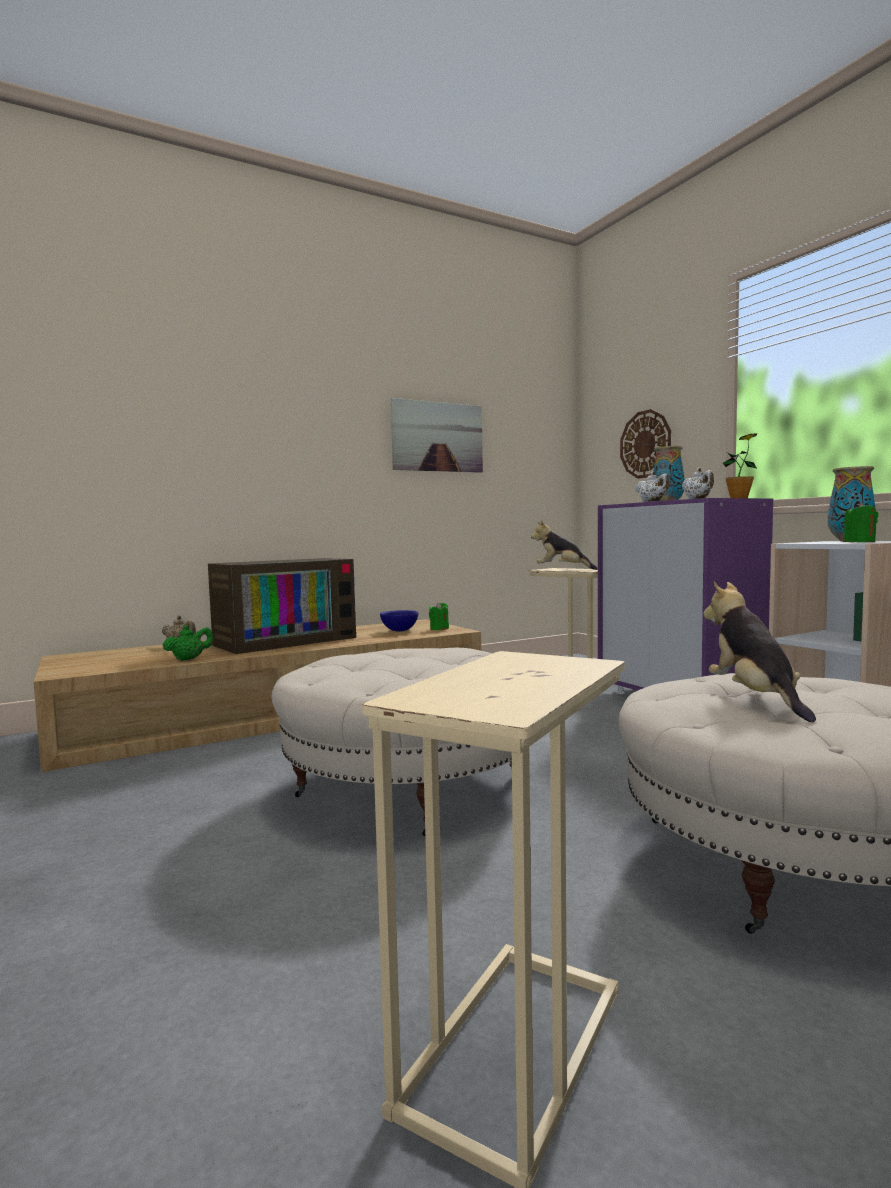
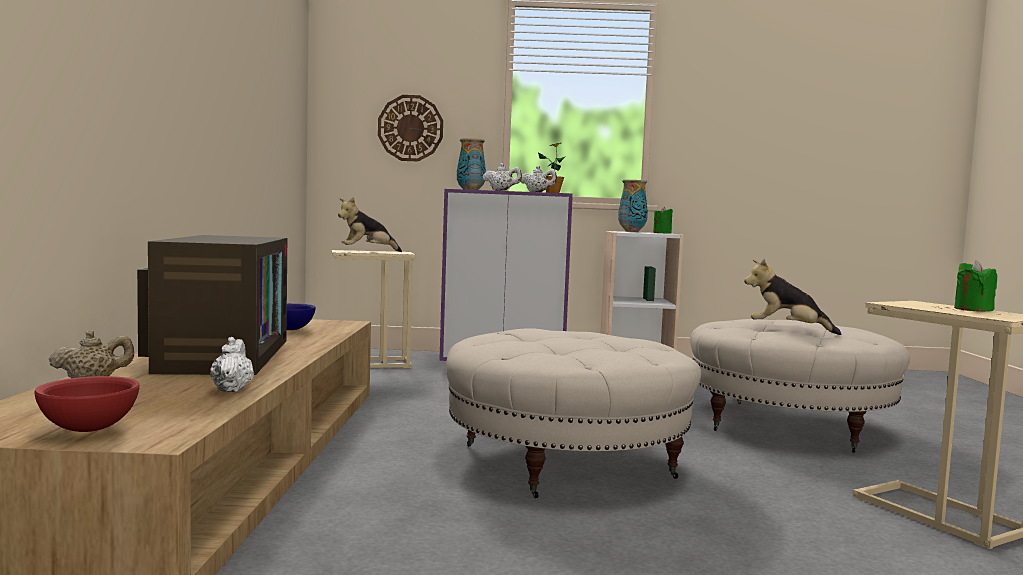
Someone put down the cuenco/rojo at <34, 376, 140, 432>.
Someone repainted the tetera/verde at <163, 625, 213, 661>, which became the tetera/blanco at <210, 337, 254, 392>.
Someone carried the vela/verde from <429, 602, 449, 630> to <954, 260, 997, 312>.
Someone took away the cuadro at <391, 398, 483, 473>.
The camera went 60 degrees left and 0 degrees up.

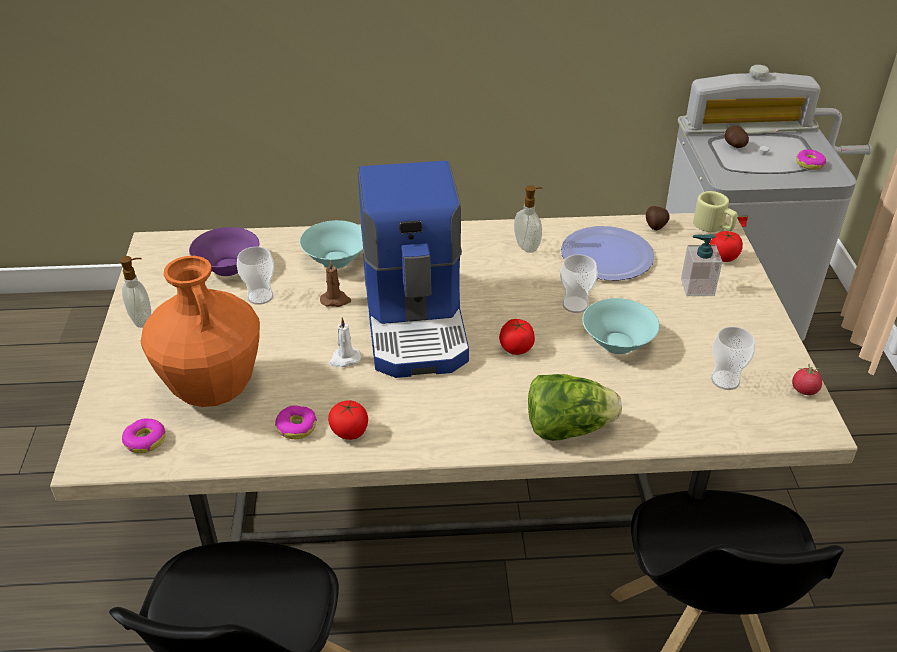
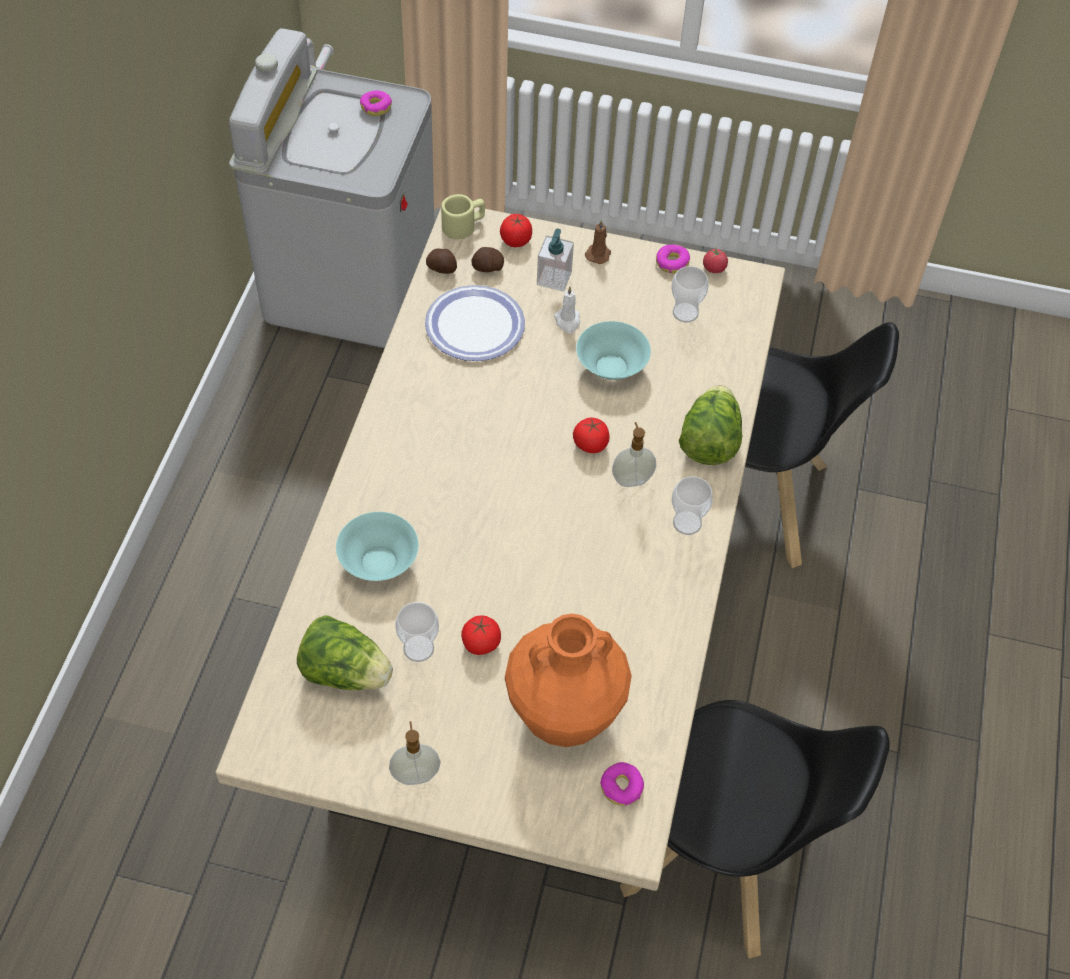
Someone swapped the cuenco/morado at <189, 227, 259, 276> for the lechuga at <297, 615, 393, 690>.
Someone carried the tomate from <328, 400, 368, 440> to <461, 616, 501, 655>.
Someone carried the patata from <725, 126, 749, 148> to <472, 247, 504, 272>.
Someone carried the vela/blanco from <329, 317, 361, 367> to <554, 287, 580, 333>.
Someone carried the vela/marrón from <320, 260, 351, 307> to <585, 219, 611, 264>.
Someone carried the dispensador de jabón from <514, 185, 542, 253> to <612, 422, 656, 487>.
Someone carried the rosquilla from <275, 405, 317, 439> to <656, 245, 690, 273>.
Someone carried the taza from <560, 254, 598, 313> to <672, 476, 713, 535>.
Someone took away the cafetera at <358, 161, 469, 378>.
The camera went 75 degrees left and 15 degrees up.

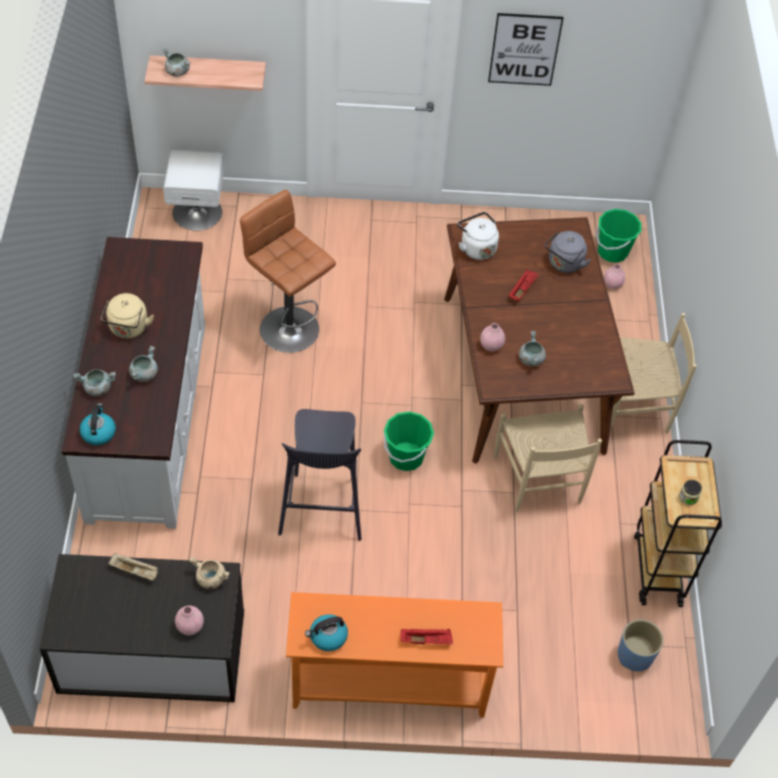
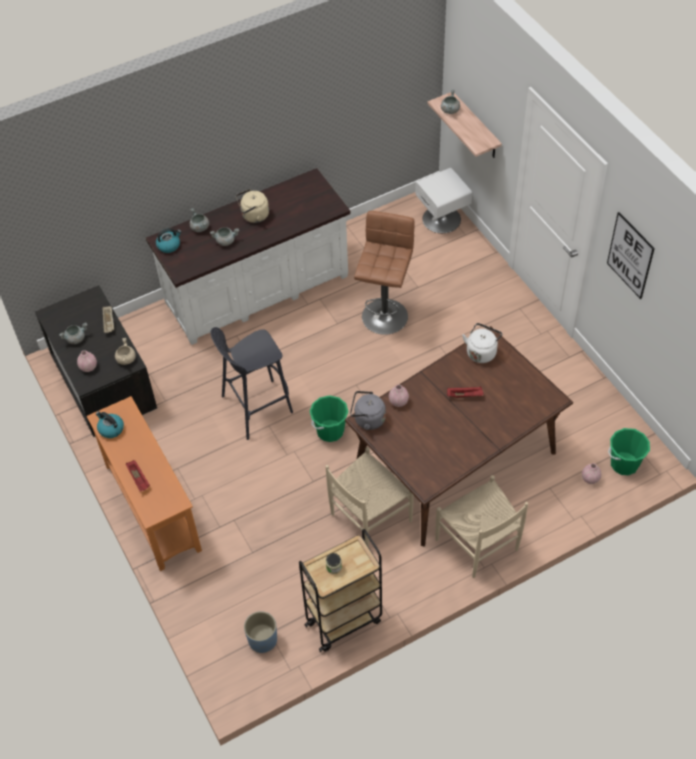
Someone carried the olla/gris from <519, 331, 546, 366> to <59, 322, 87, 344>.
Someone carried the hervidor/gris from <545, 231, 591, 273> to <350, 391, 386, 430>.
The camera went 65 degrees right and 0 degrees up.

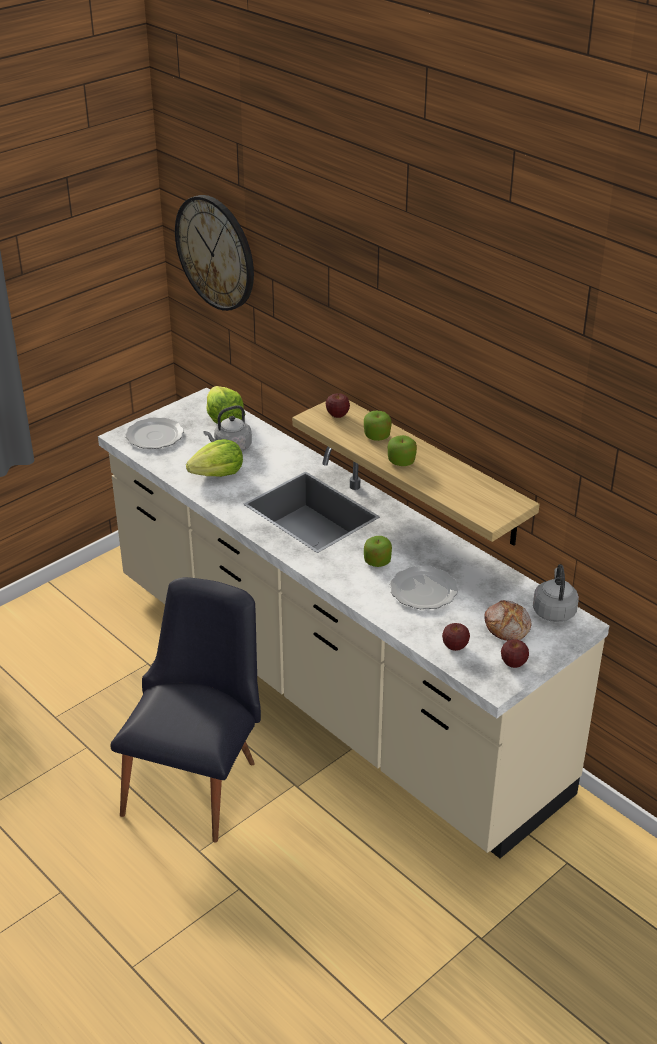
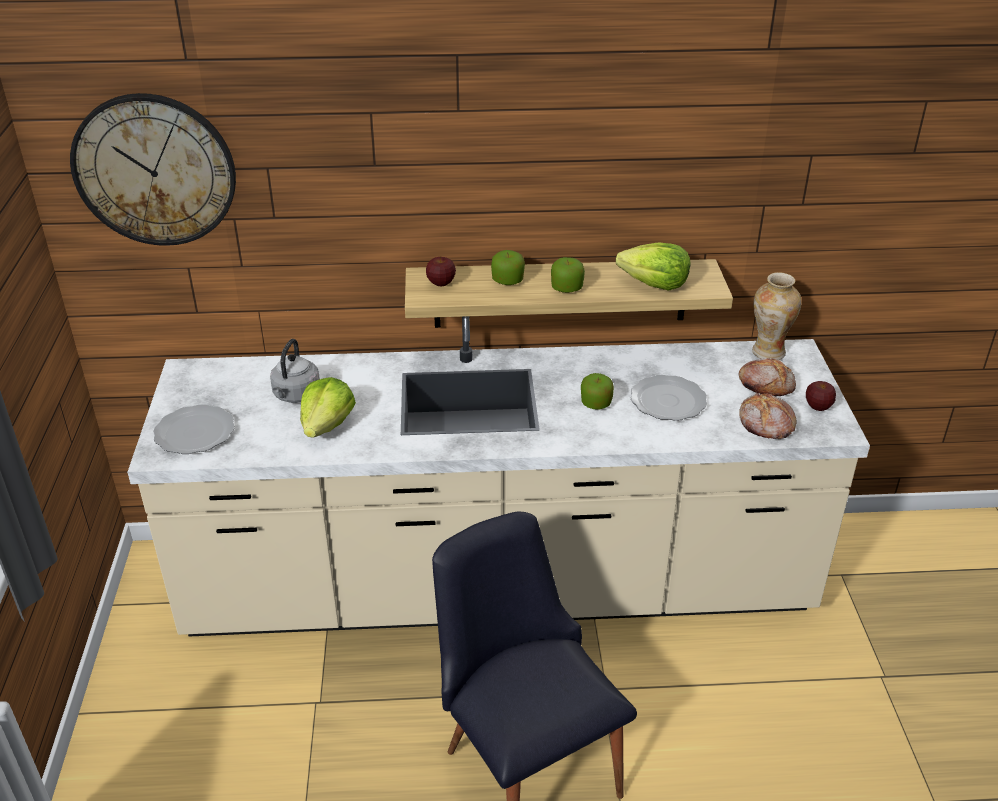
Someone carried the lechuga from <206, 386, 244, 424> to <616, 242, 691, 291>.
Someone swapped the manzana at <442, 623, 470, 651> for the pan at <739, 393, 797, 439>.
Someone swapped the hervidor/gris at <533, 564, 579, 622> for the florero at <752, 272, 802, 360>.
The camera went 50 degrees left and 0 degrees up.

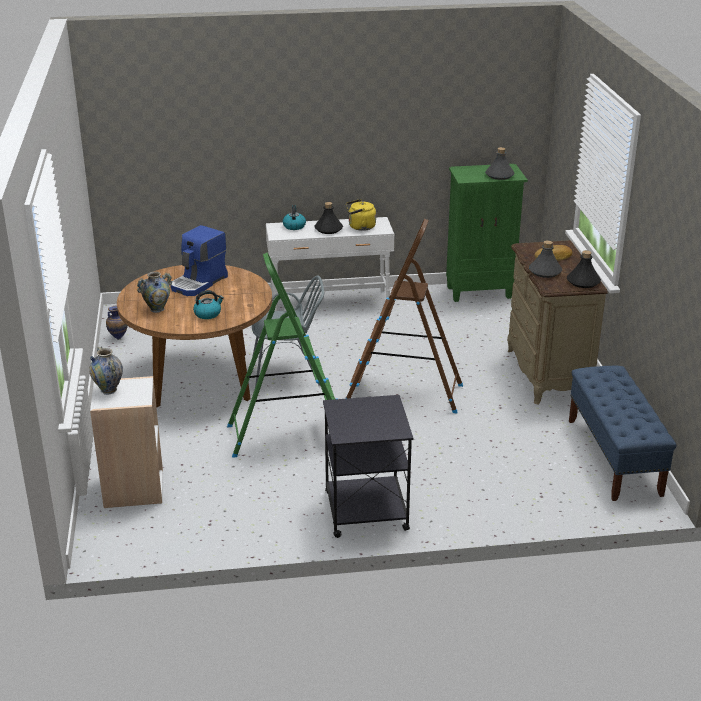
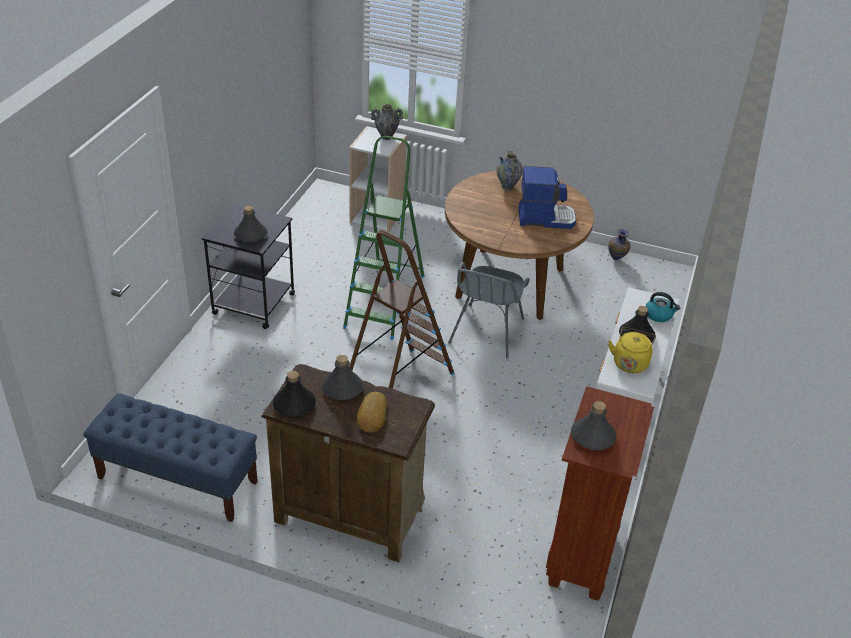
Someone put down the botella/gris at <234, 206, 267, 243>.
Someone rotated the cafetera at <170, 225, 228, 296> by 120 degrees clockwise.
Someone repainted the armario/verde at <446, 164, 528, 302>, which became the armario/marrón at <546, 386, 654, 601>.
Someone took away the hervidor at <193, 290, 224, 319>.
The camera went 115 degrees right and 10 degrees up.

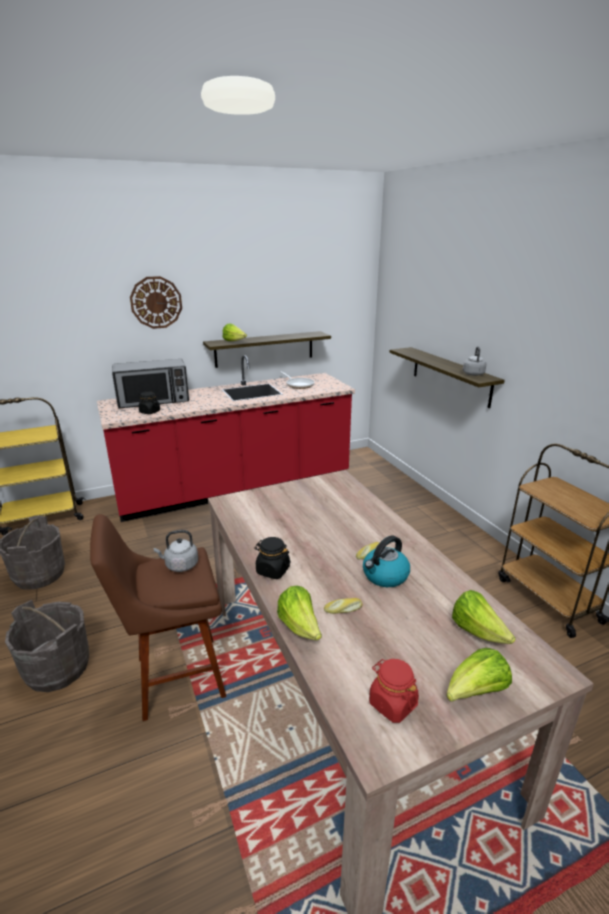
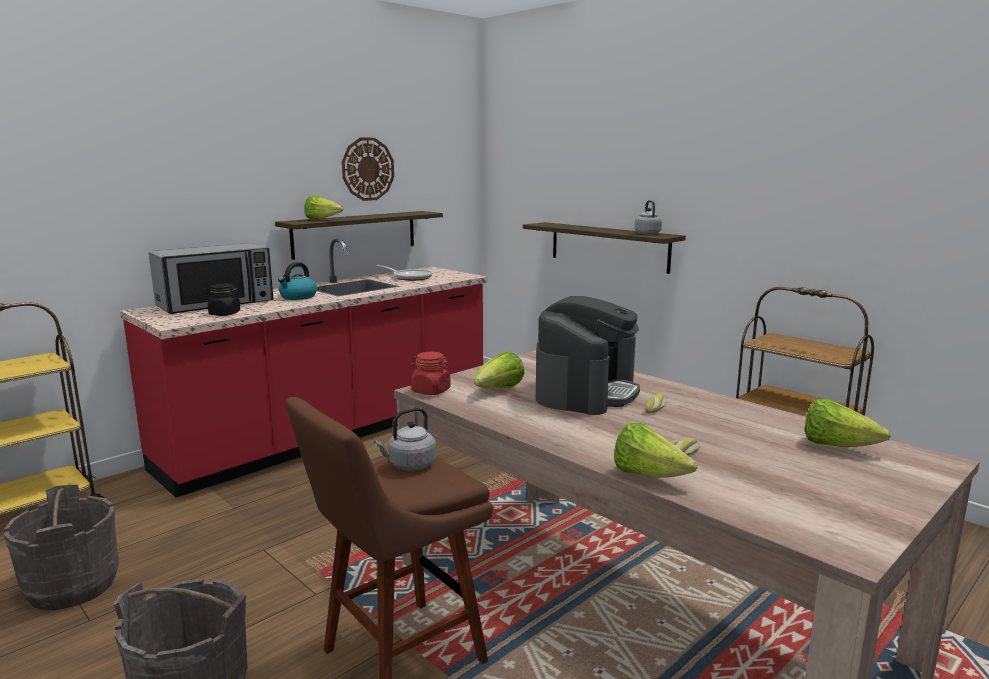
Someone carried the hervidor from <363, 535, 410, 587> to <278, 262, 317, 300>.
Someone carried the reloj de pared from <130, 276, 182, 329> to <342, 137, 394, 201>.
Someone carried the tarro/rojo from <369, 659, 419, 723> to <411, 352, 450, 395>.
Someone carried the lechuga from <446, 648, 512, 702> to <474, 352, 525, 388>.
Someone put down the cafetera at <536, 296, 640, 415>.
Someone took away the tarro/negro at <254, 537, 290, 579>.
The camera went 20 degrees left and 10 degrees down.

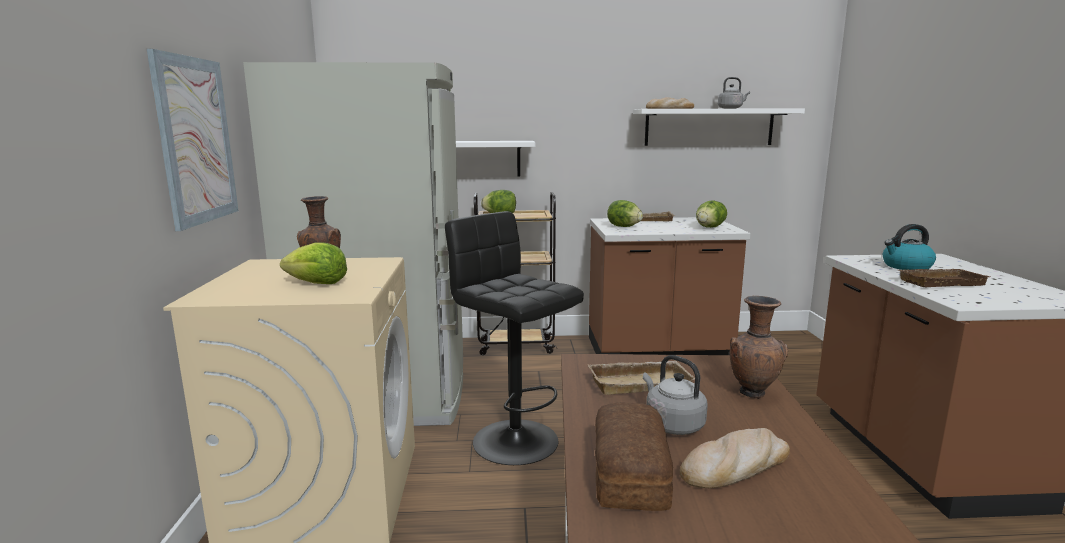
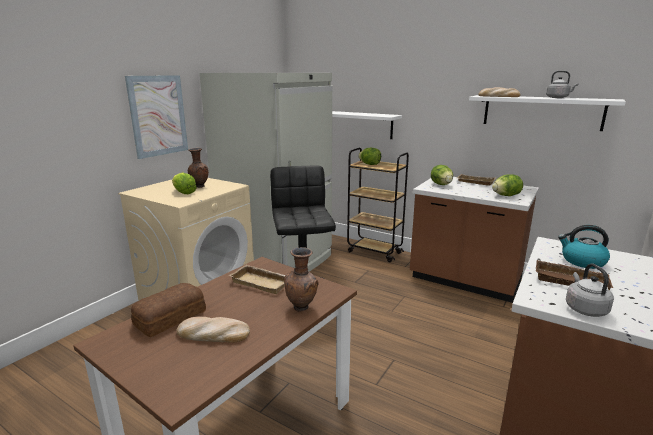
Someone carried the hervidor/gris from <643, 355, 708, 435> to <566, 264, 614, 317>.
The camera went 35 degrees right and 5 degrees up.

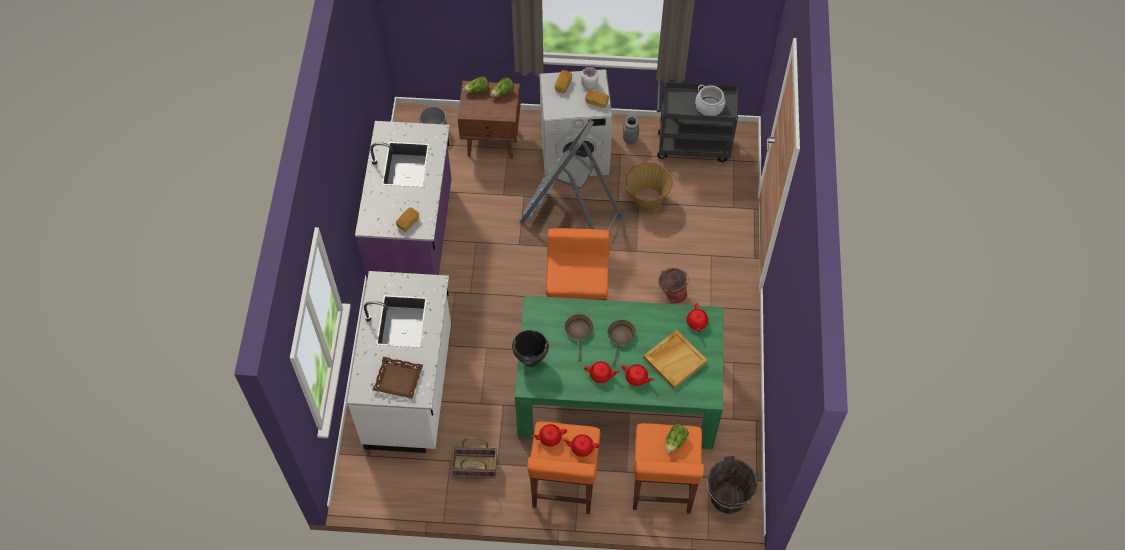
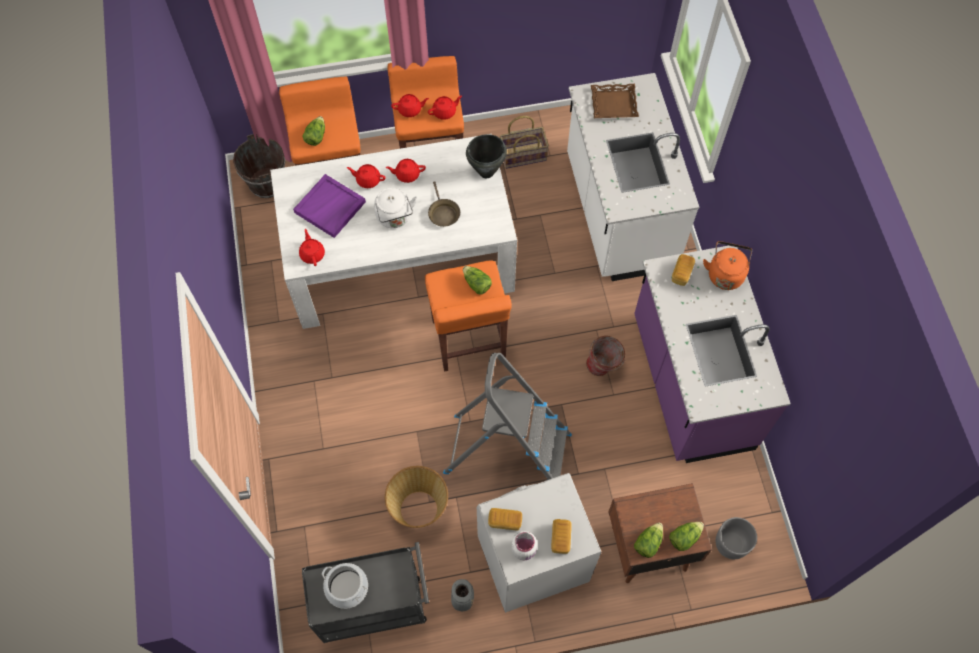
Someone repainted the mesa de comedor/verde at <515, 296, 723, 449>, which became the mesa de comedor/blanco at <270, 134, 517, 329>.
Someone repainted the bandeja/beis at <643, 330, 708, 389>, which became the bandeja/morado at <293, 174, 366, 238>.
Someone swapped the sartén/marrón at <608, 320, 636, 366> for the hervidor/blanco at <374, 188, 417, 228>.
Someone put down the lechuga at <463, 266, 492, 295>.
Someone carried the cubo from <659, 268, 689, 303> to <586, 336, 625, 376>.
Someone put down the hervidor/naranja at <703, 241, 752, 290>.
The camera went 165 degrees right and 5 degrees up.

